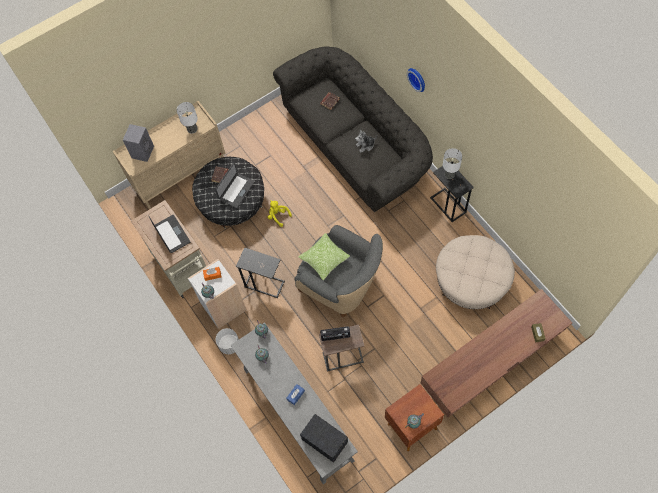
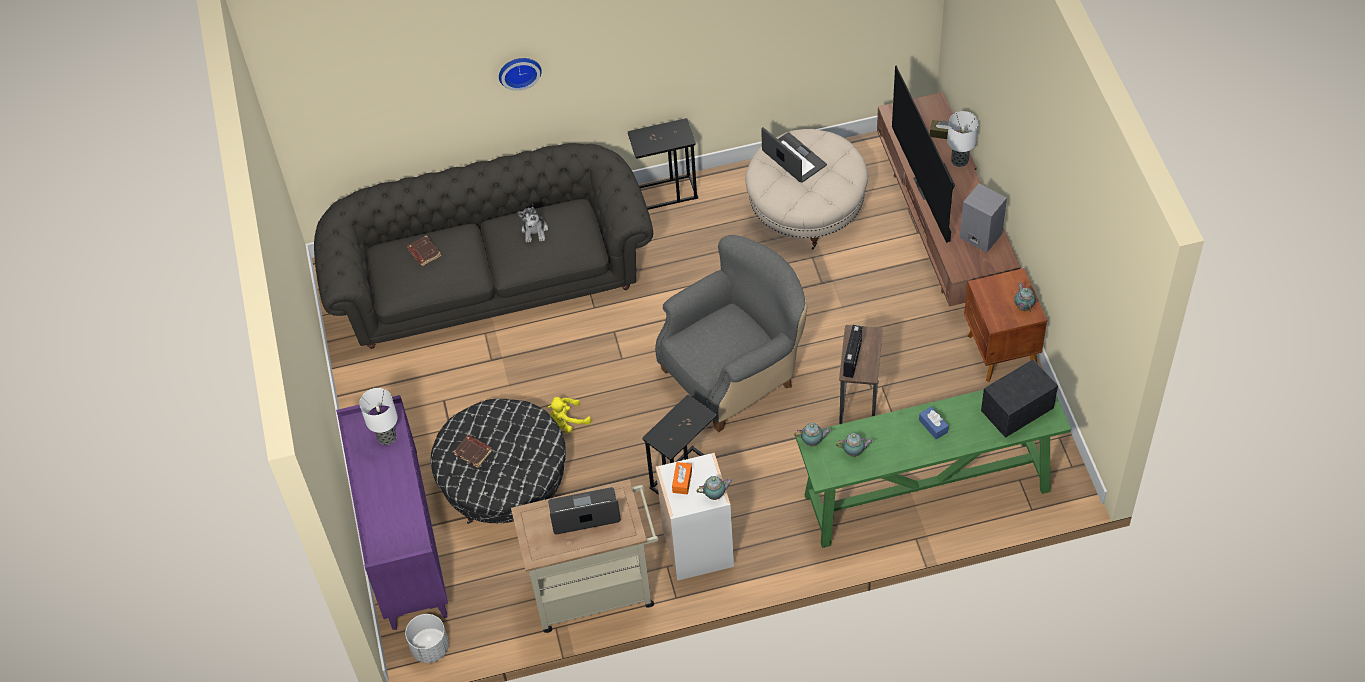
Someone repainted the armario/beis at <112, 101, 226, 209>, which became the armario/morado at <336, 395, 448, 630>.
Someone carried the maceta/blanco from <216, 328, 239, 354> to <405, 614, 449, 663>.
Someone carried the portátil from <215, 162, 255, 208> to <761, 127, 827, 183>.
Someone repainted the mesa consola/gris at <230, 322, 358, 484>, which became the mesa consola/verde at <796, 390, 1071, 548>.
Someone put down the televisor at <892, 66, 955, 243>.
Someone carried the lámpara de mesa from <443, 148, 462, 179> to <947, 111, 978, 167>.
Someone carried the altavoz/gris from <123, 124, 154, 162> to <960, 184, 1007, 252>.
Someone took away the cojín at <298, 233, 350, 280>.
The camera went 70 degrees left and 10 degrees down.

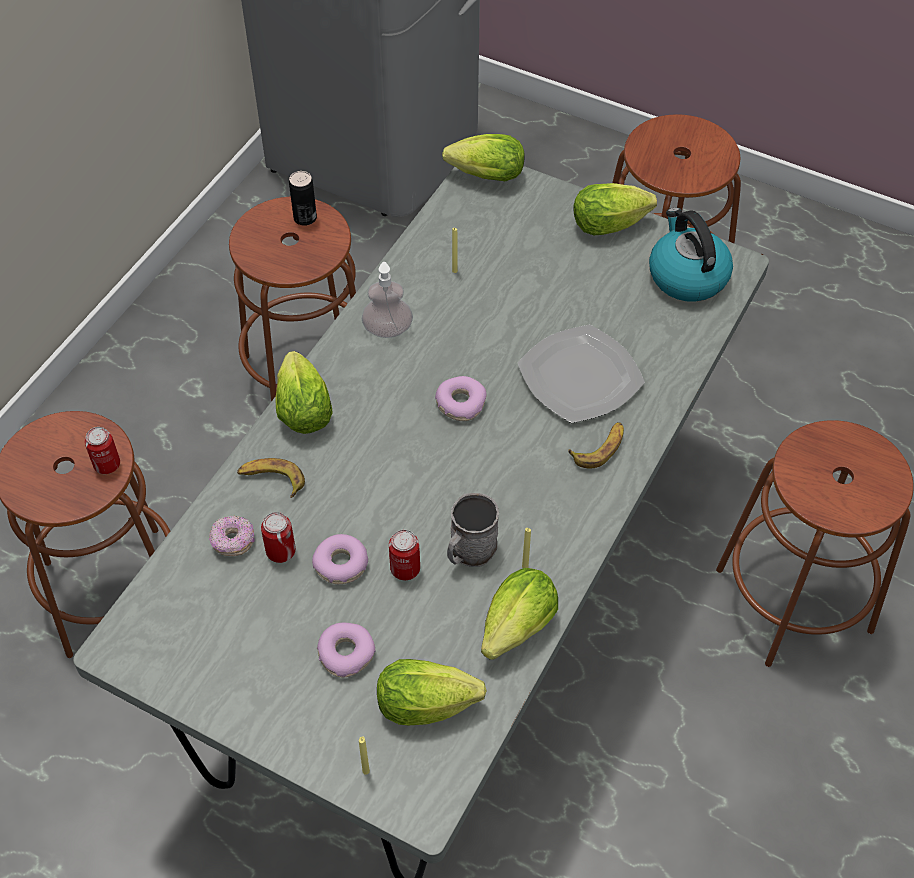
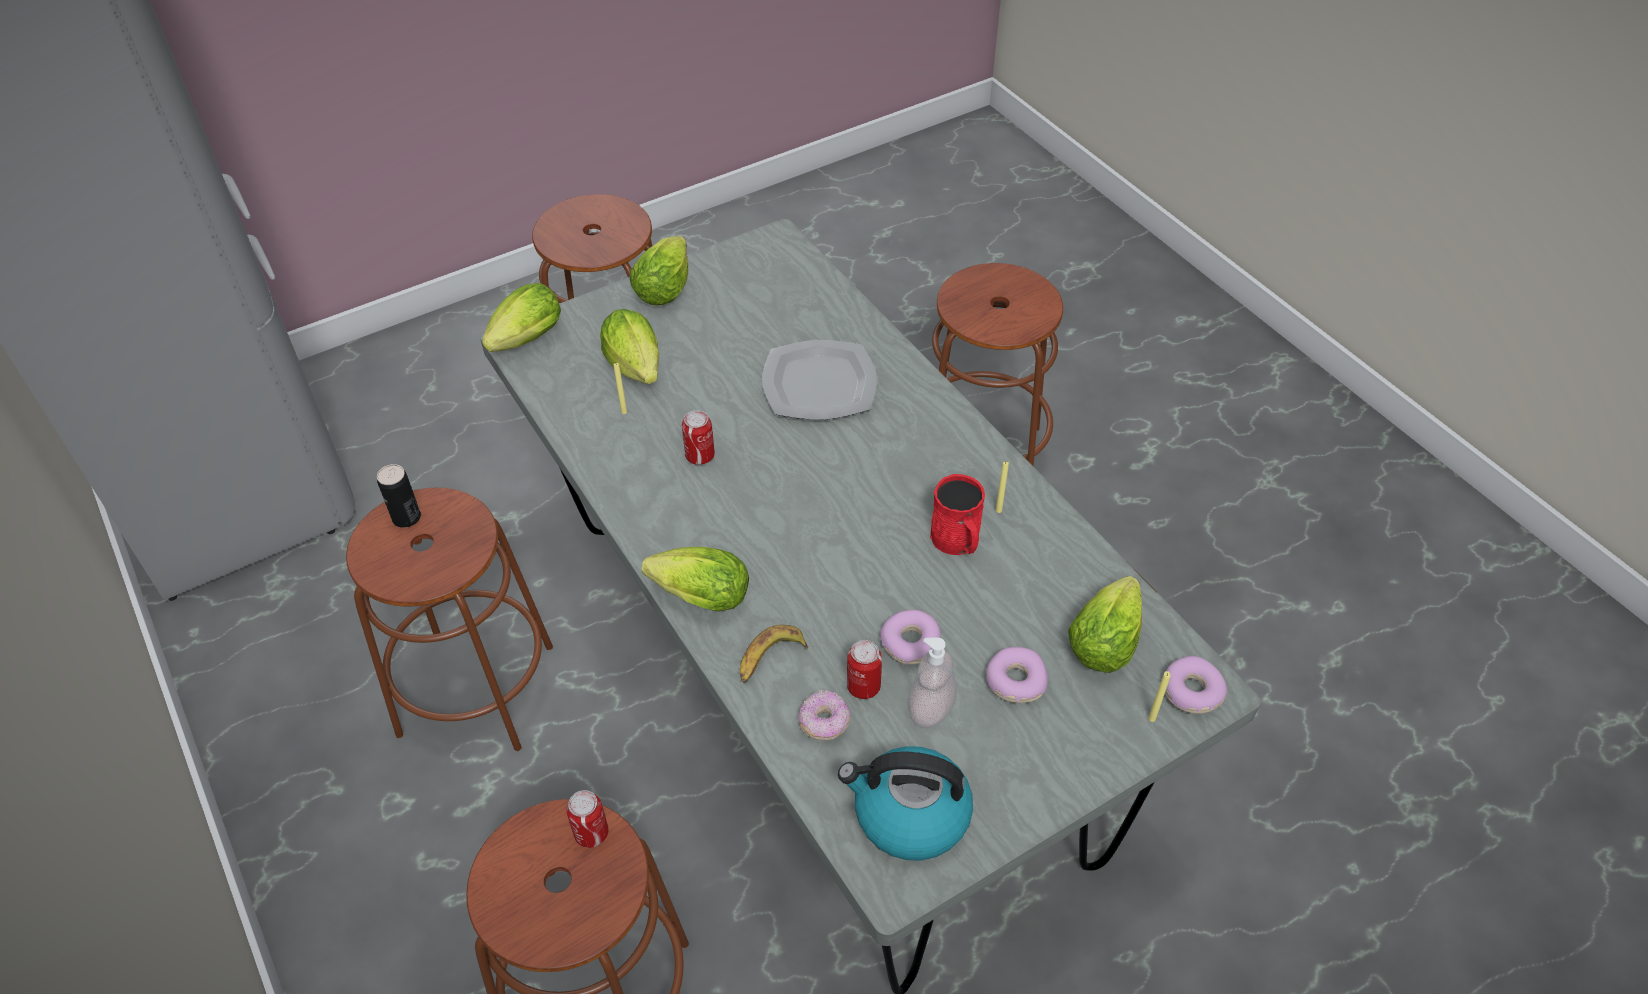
Someone carried the lechuga from <481, 568, 558, 660> to <600, 309, 659, 384>.
Someone carried the lata from <389, 530, 420, 580> to <682, 410, 715, 465>.
Someone carried the hervidor from <649, 208, 733, 302> to <838, 746, 973, 861>.
Someone carried the dispensador de jabón from <362, 262, 413, 338> to <907, 637, 957, 728>.
Someone repainted the taza grande/gris at <447, 493, 499, 567>, which became the taza grande/rojo at <930, 474, 985, 555>.
Someone carried the rosquilla from <435, 376, 487, 421> to <1165, 656, 1227, 714>.
Someone took away the plátano at <569, 422, 624, 469>.
The camera went 60 degrees left and 5 degrees down.

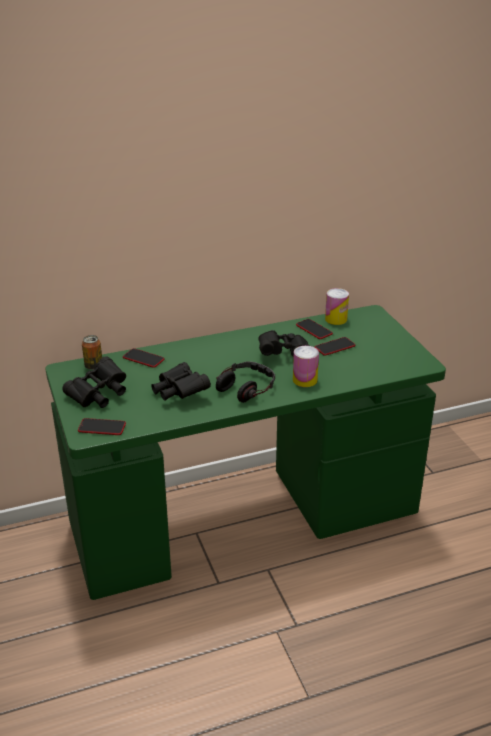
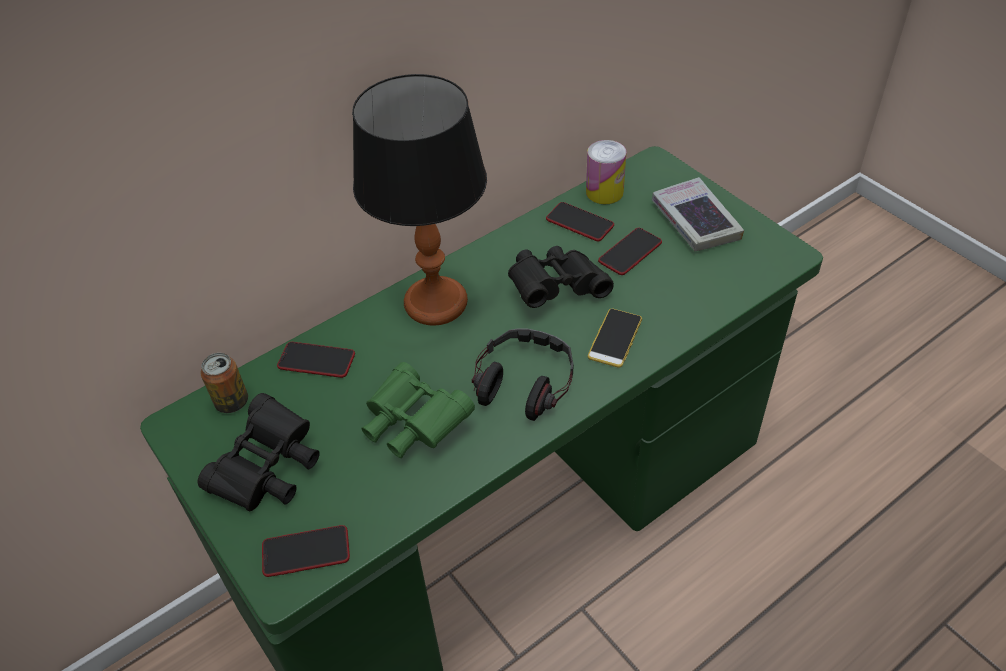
Someone put down the lámpara de mesa at <352, 74, 487, 326>.
Someone repainted the prismáticos/negro at <151, 362, 211, 401>, which became the prismáticos/verde at <361, 362, 475, 458>.
Someone swapped the lata at <293, 346, 319, 387> for the móvil at <588, 309, 642, 368>.
Someone put down the libro at <652, 177, 744, 251>.
The camera went 15 degrees left and 15 degrees up.

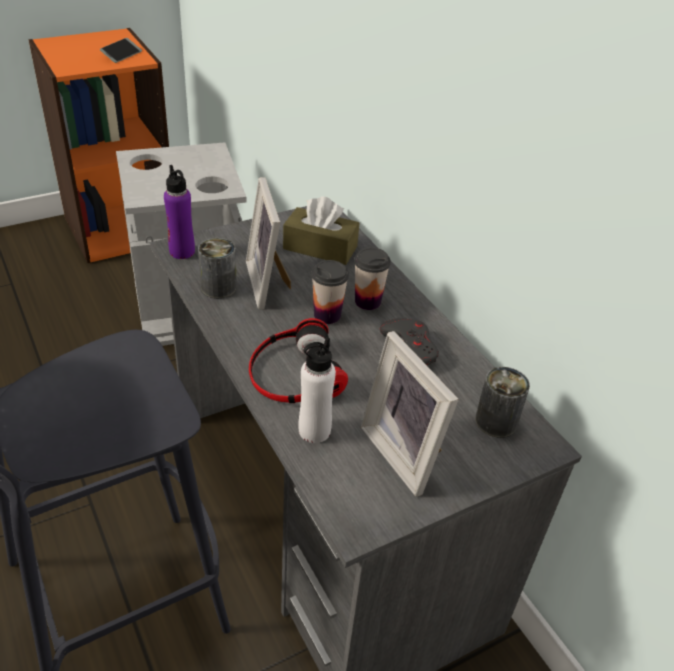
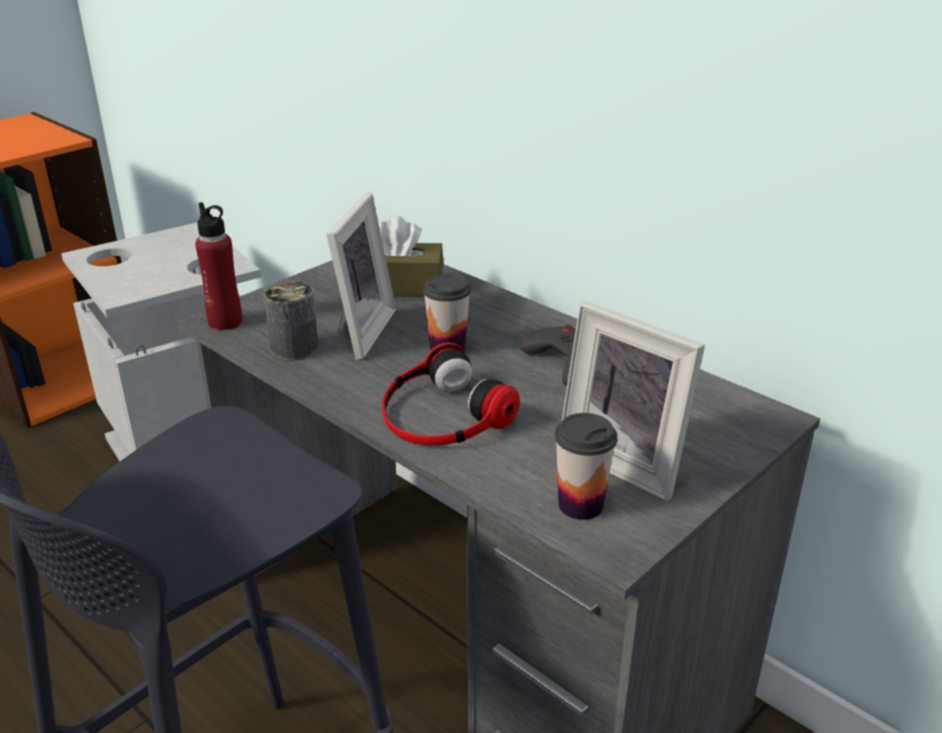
Someone repainted the botella/morado at <164, 165, 195, 259>, which became the botella/rojo at <195, 202, 242, 331>.
Someone rotated the portarretratos at <246, 177, 291, 309> by 135 degrees counterclockwise.
Someone carried the taza from <354, 247, 391, 310> to <555, 413, 617, 520>.
Someone took away the móvil at <100, 38, 142, 63>.
Someone took away the botella/blanco at <298, 337, 336, 443>.
Someone took away the lata at <475, 367, 530, 438>.
The camera went 15 degrees left and 10 degrees down.

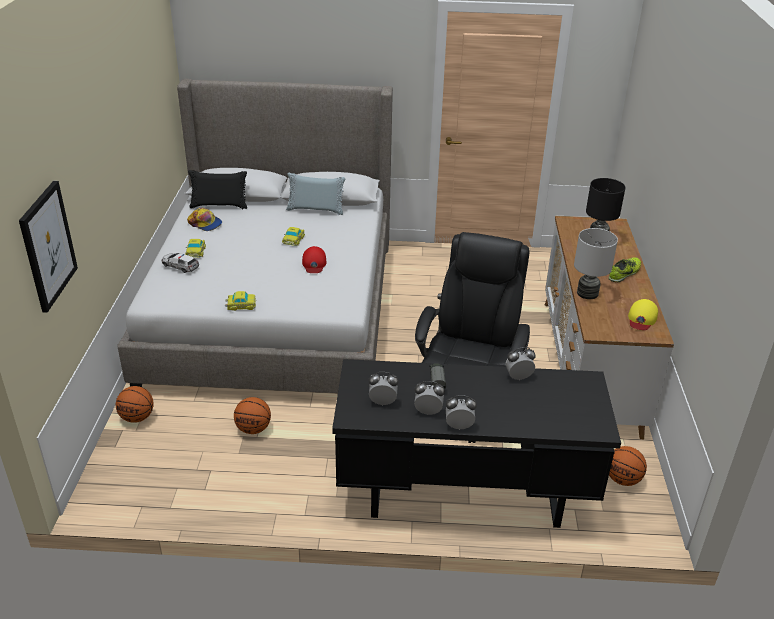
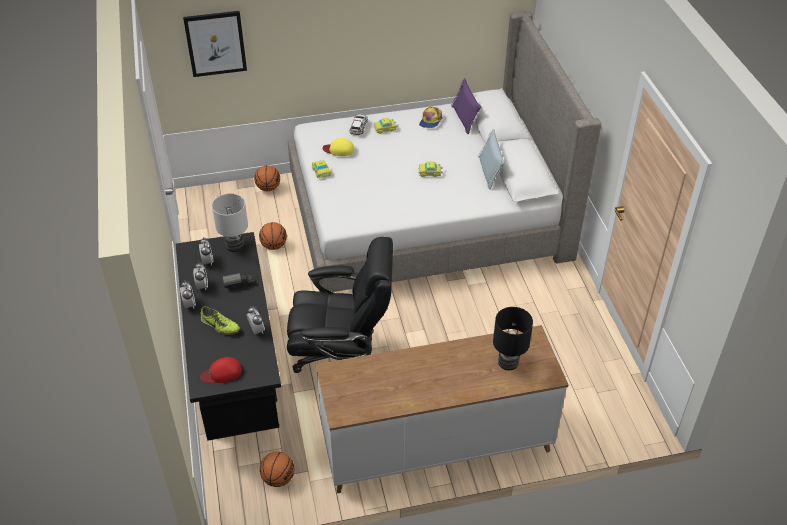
Someone carried the gorra/rojo from <302, 246, 326, 273> to <200, 357, 242, 383>.
Someone carried the zapato from <608, 258, 641, 282> to <201, 306, 240, 334>.
Someone carried the lámpara de mesa/gris from <574, 228, 618, 299> to <212, 193, 248, 252>.
Someone carried the gorra/amarillo from <628, 299, 658, 330> to <322, 138, 354, 156>.
Someone repainted the cojín/negro at <188, 170, 247, 209>, which became the cojín/morado at <451, 78, 481, 134>.
The camera went 75 degrees right and 10 degrees up.

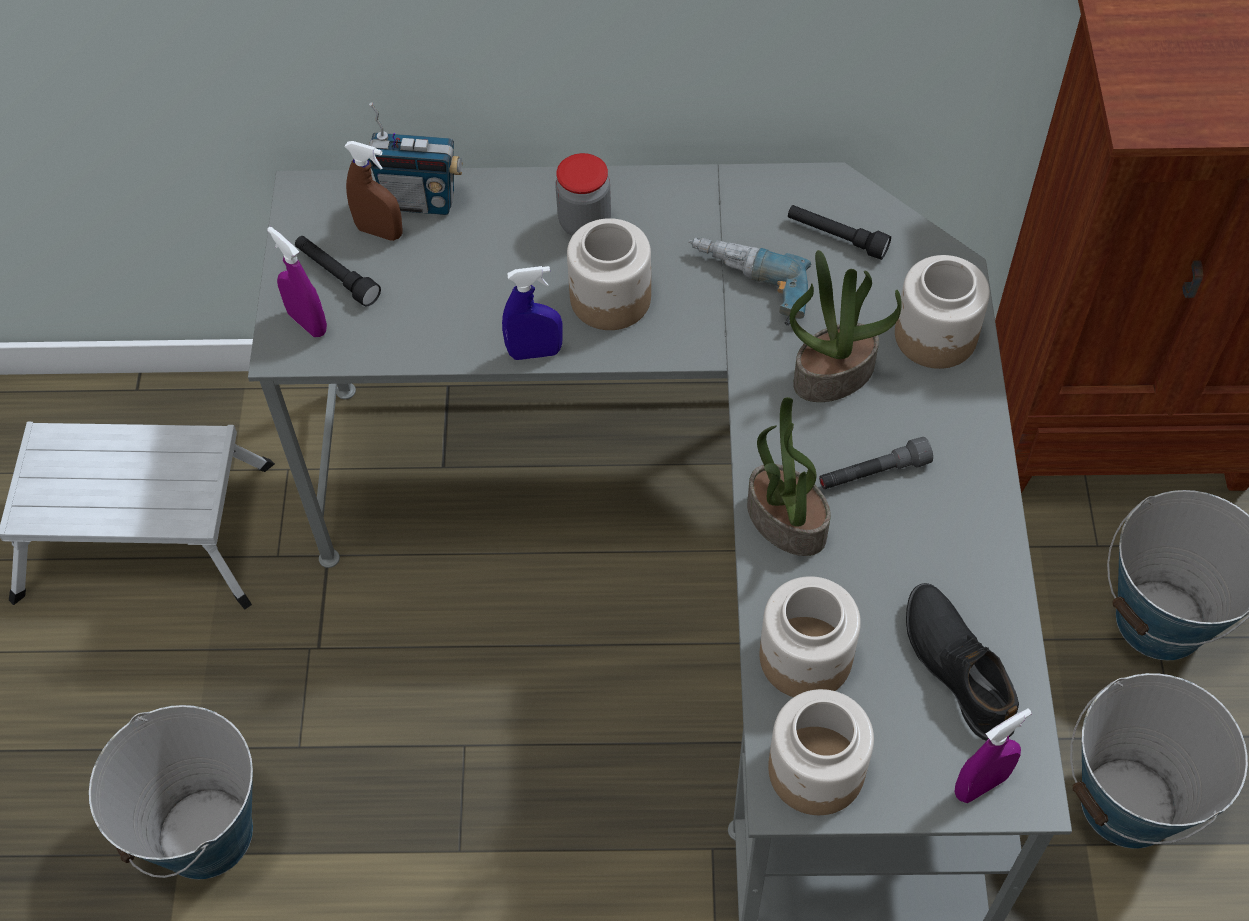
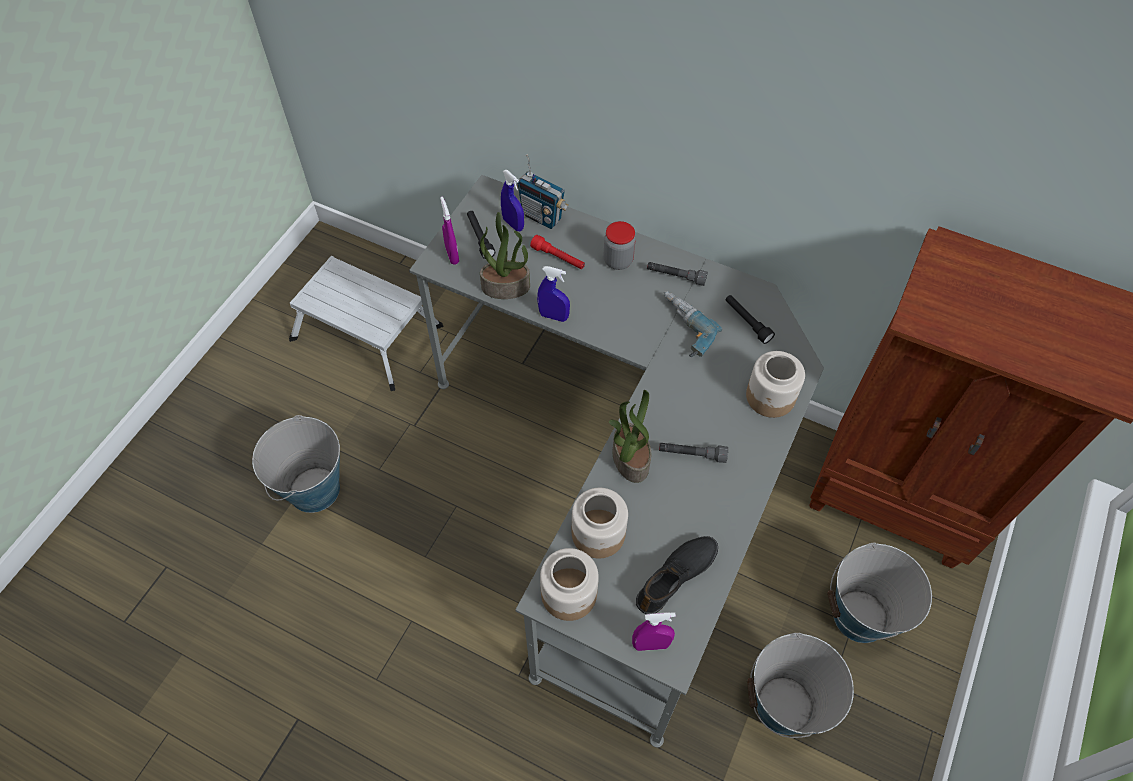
Someone carried the planta en maceta from <790, 250, 902, 402> to <480, 212, 530, 299>.
Someone repainted the pulverizador/marrón at <344, 141, 402, 241>, which became the pulverizador/azul at <501, 170, 524, 231>.
Someone put down the linterna/rojo at <530, 235, 585, 269>.
Someone rotated the zapato/negro at <906, 583, 1019, 741> by 45 degrees clockwise.
Someone put down the linterna/gris at <647, 262, 708, 286>.
Someone took away the tarro at <567, 218, 651, 330>.
The camera went 25 degrees right and 0 degrees up.

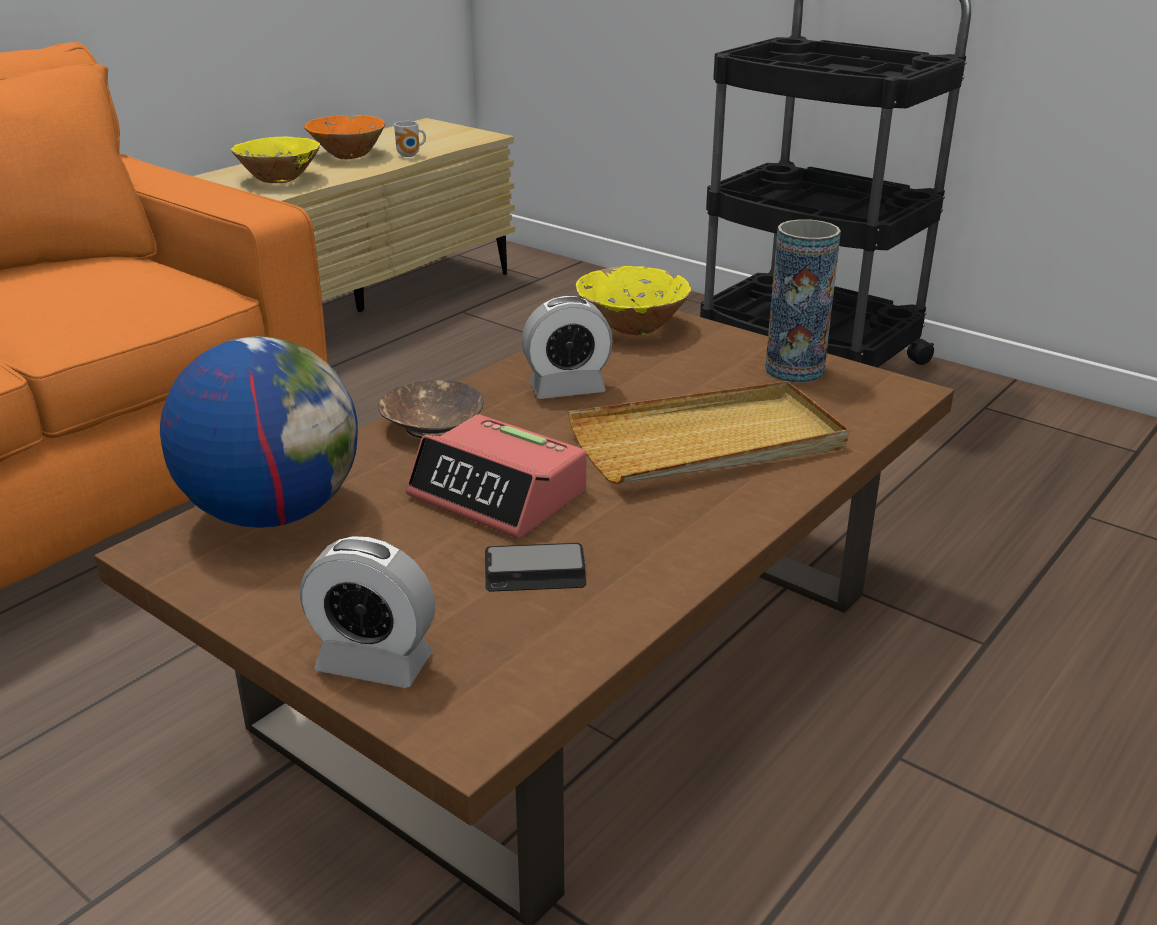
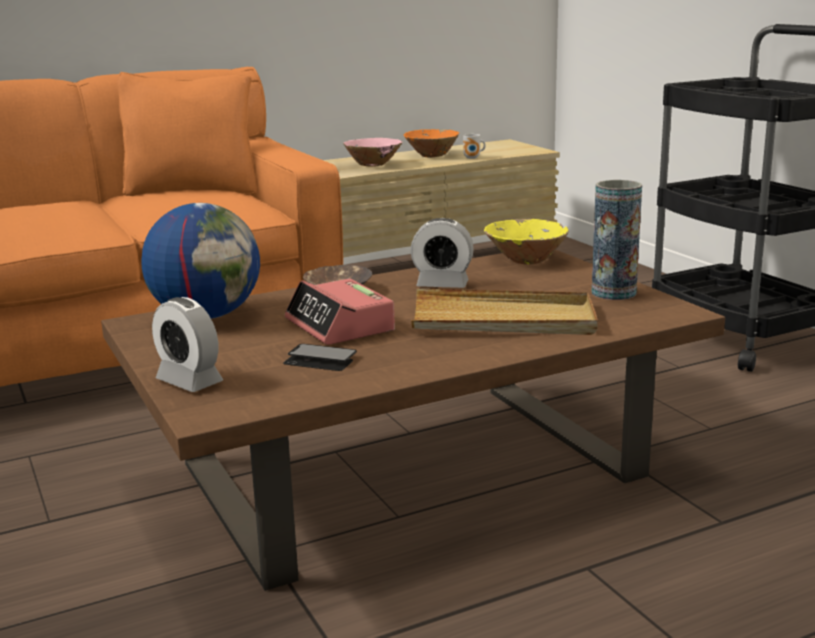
Someone repainted the cuenco/amarillo at <231, 137, 320, 183>, which became the cuenco/rosa at <343, 138, 403, 167>.
The camera went 25 degrees right and 10 degrees down.

